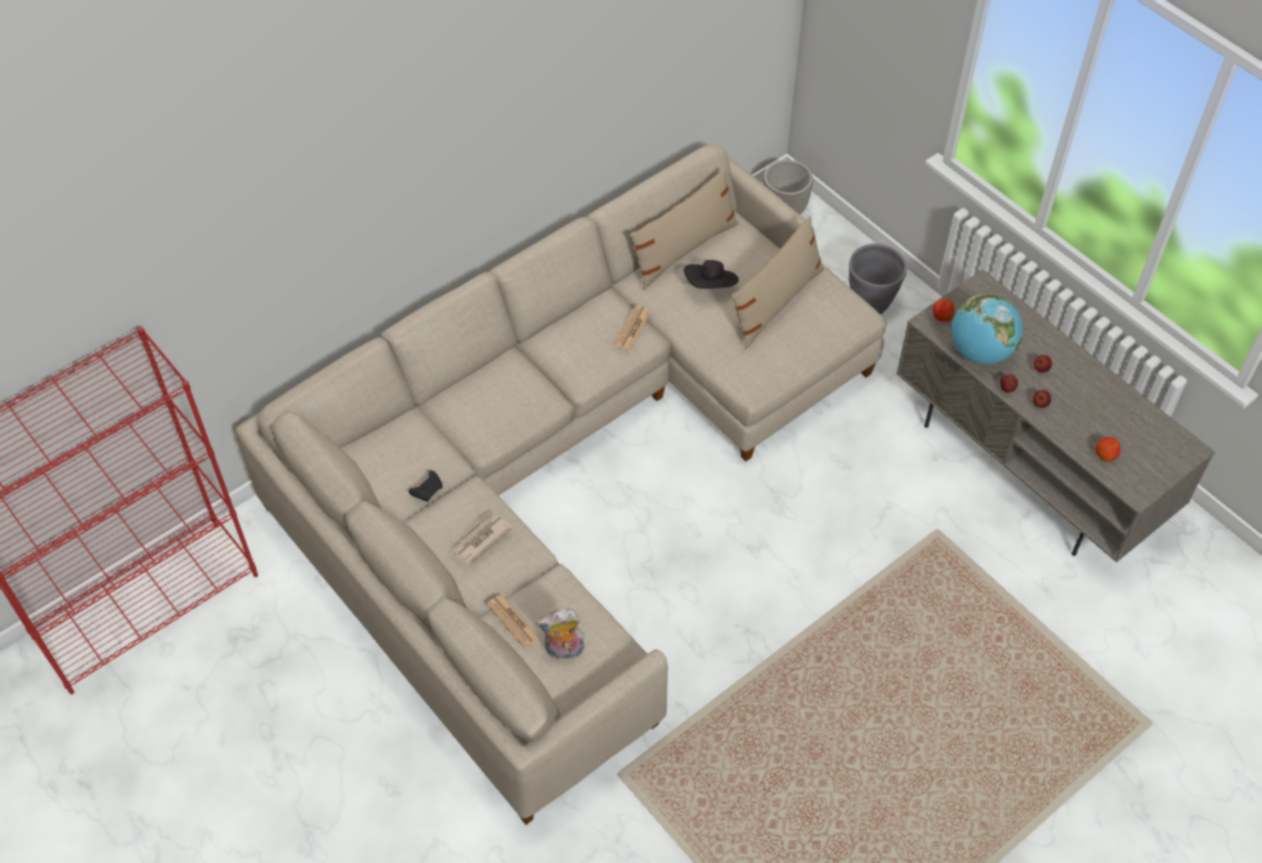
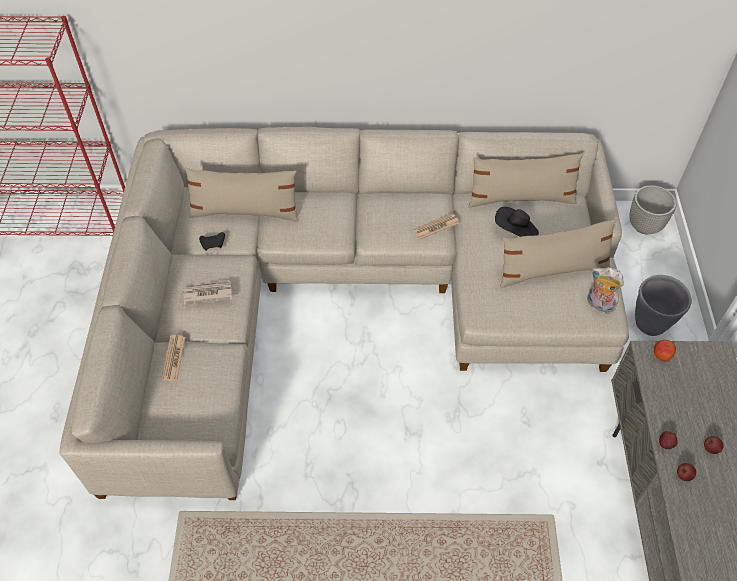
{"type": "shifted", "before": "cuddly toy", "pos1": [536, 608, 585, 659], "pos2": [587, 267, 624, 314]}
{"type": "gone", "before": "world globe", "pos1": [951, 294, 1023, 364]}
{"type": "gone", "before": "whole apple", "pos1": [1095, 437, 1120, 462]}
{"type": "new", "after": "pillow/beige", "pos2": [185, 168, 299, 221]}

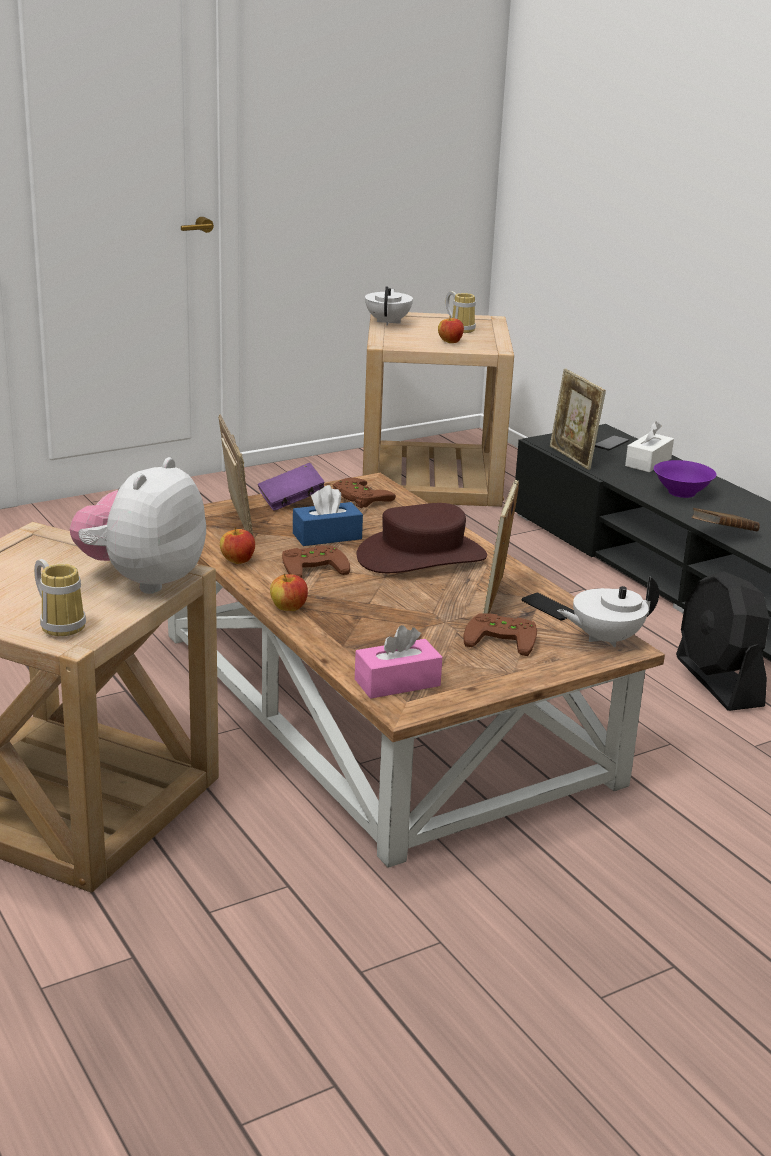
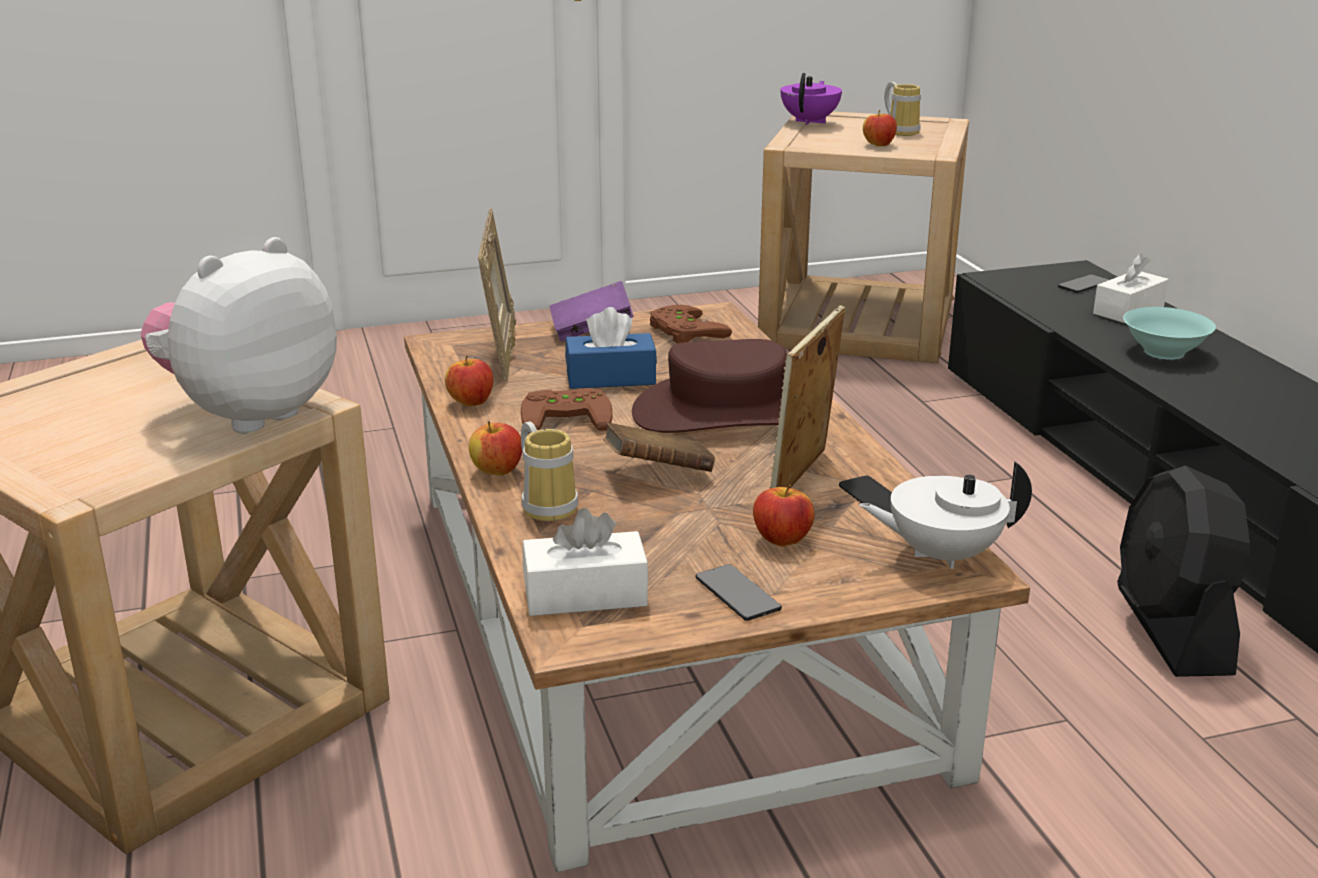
{"type": "shifted", "before": "tea mug", "pos1": [34, 559, 86, 636], "pos2": [521, 422, 578, 521]}
{"type": "repainted", "before": "box of tissues/pinkish", "after": "box of tissues/white-coloured", "pos1": [355, 625, 442, 699], "pos2": [522, 508, 649, 616]}
{"type": "repainted", "before": "tea pot/white-coloured", "after": "tea pot/purplish", "pos1": [365, 286, 413, 325], "pos2": [780, 73, 842, 125]}
{"type": "swapped", "before": "joypad/brownish", "after": "whole apple", "pos1": [463, 613, 537, 656], "pos2": [753, 485, 815, 546]}
{"type": "gone", "before": "standing frame", "pos1": [550, 369, 606, 470]}
{"type": "repainted", "before": "bowl/purplish", "after": "bowl/blue-green", "pos1": [654, 460, 716, 498], "pos2": [1123, 307, 1216, 360]}
{"type": "shifted", "before": "volume/brownish", "pos1": [692, 508, 760, 531], "pos2": [603, 422, 715, 472]}
{"type": "new", "after": "telephone", "pos2": [696, 564, 782, 621]}

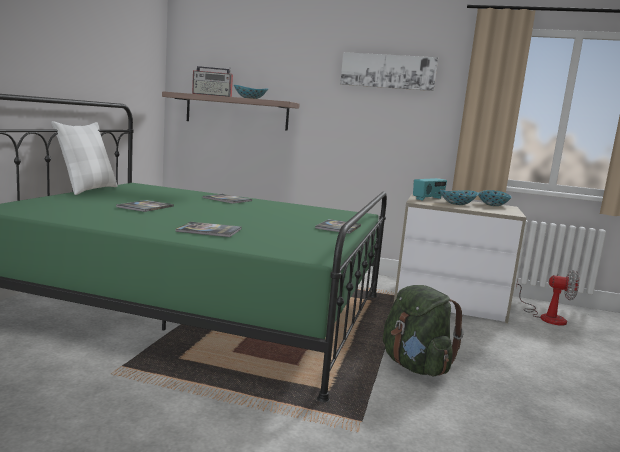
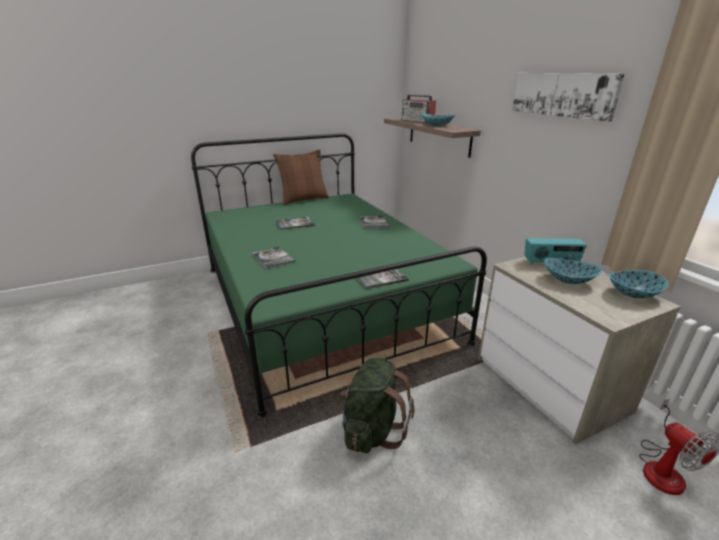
{"type": "repainted", "before": "pillow/white-coloured", "after": "pillow/brownish", "pos1": [51, 121, 118, 195], "pos2": [273, 149, 329, 205]}

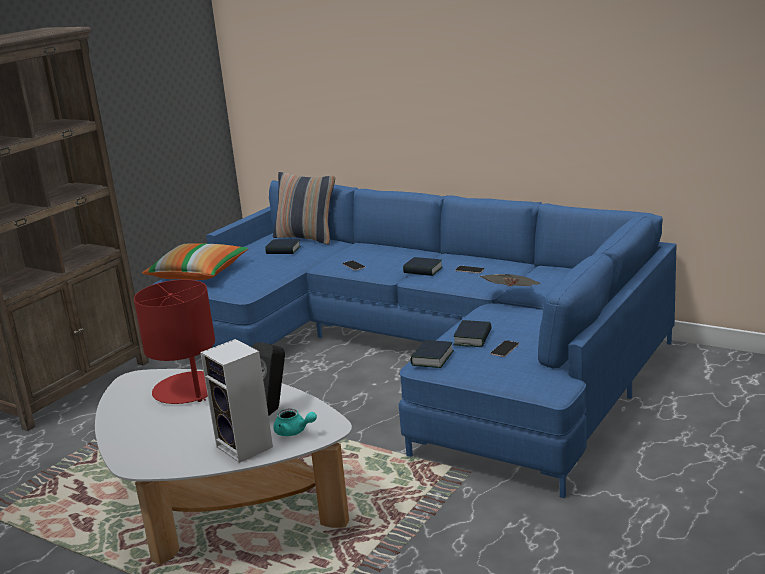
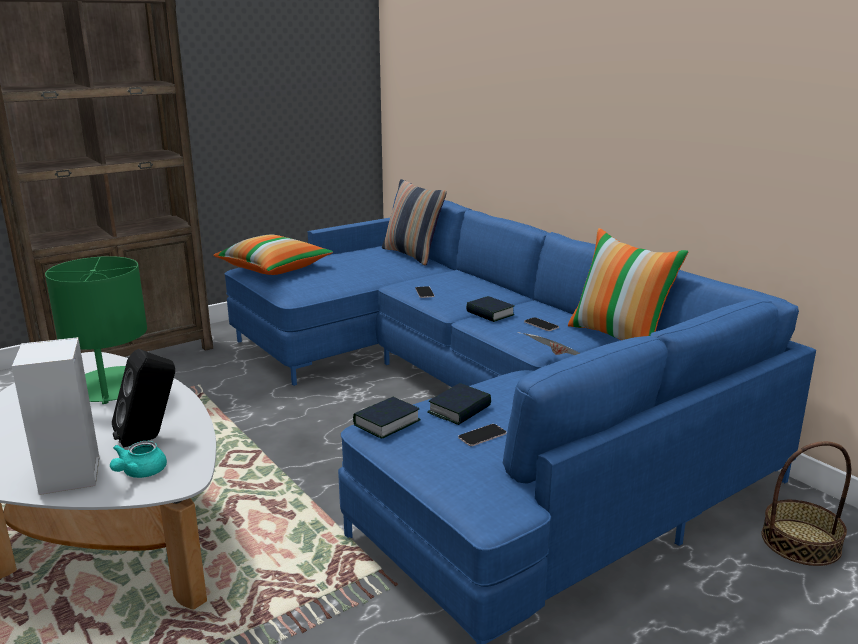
{"type": "repainted", "before": "table lamp/reddish", "after": "table lamp/green-coloured", "pos1": [134, 279, 215, 404], "pos2": [45, 256, 147, 404]}
{"type": "gone", "before": "volume", "pos1": [265, 239, 301, 254]}
{"type": "rotated", "before": "tea pot/blue-green", "pos1": [273, 408, 317, 436], "pos2": [110, 441, 167, 478], "turn": 60}
{"type": "new", "after": "pillow", "pos2": [568, 228, 688, 340]}
{"type": "new", "after": "storage basket", "pos2": [762, 441, 851, 566]}

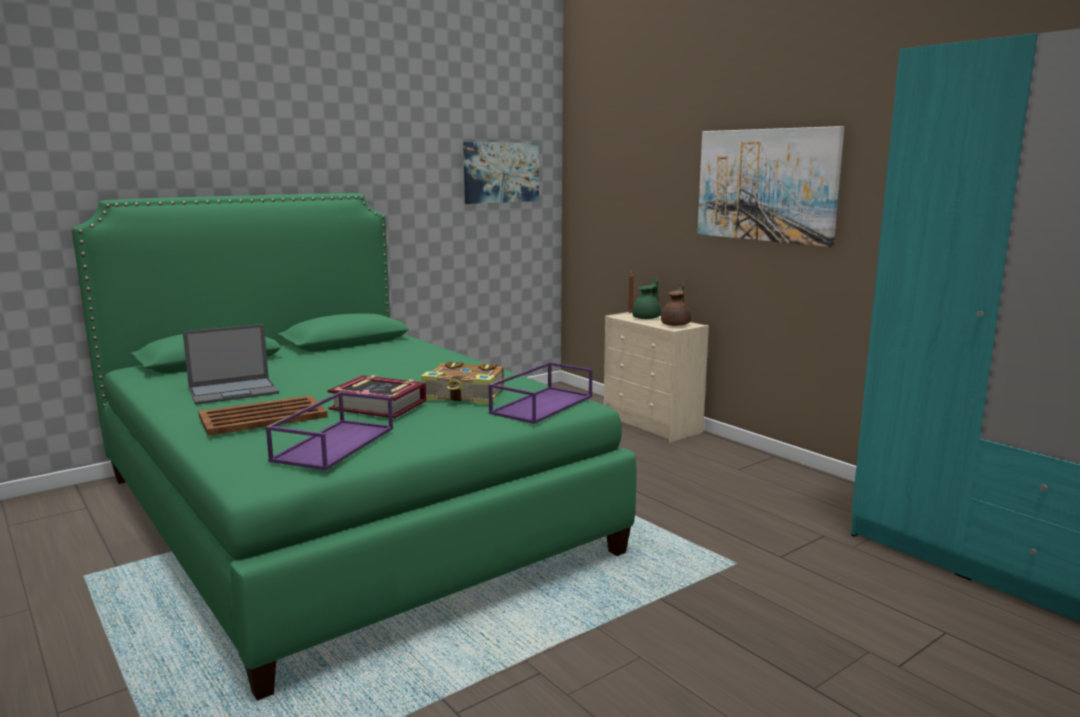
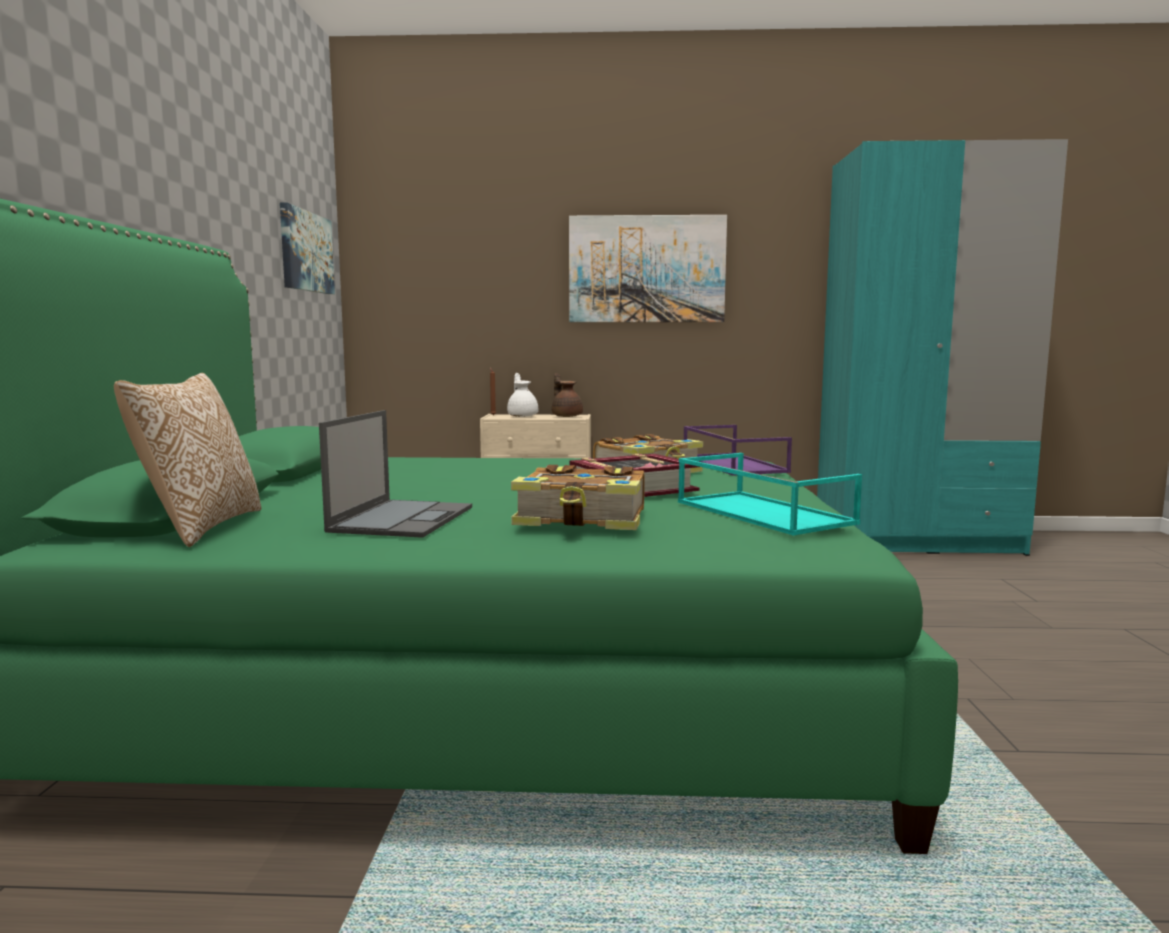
{"type": "swapped", "before": "tray/brownish", "after": "volume", "pos1": [198, 395, 328, 436], "pos2": [511, 465, 645, 530]}
{"type": "repainted", "before": "tray/purplish", "after": "tray/blue-green", "pos1": [266, 391, 393, 471], "pos2": [678, 453, 862, 536]}
{"type": "repainted", "before": "tea pot/green-coloured", "after": "tea pot/white-coloured", "pos1": [632, 277, 661, 319], "pos2": [507, 373, 538, 417]}
{"type": "new", "after": "pillow", "pos2": [114, 373, 261, 547]}

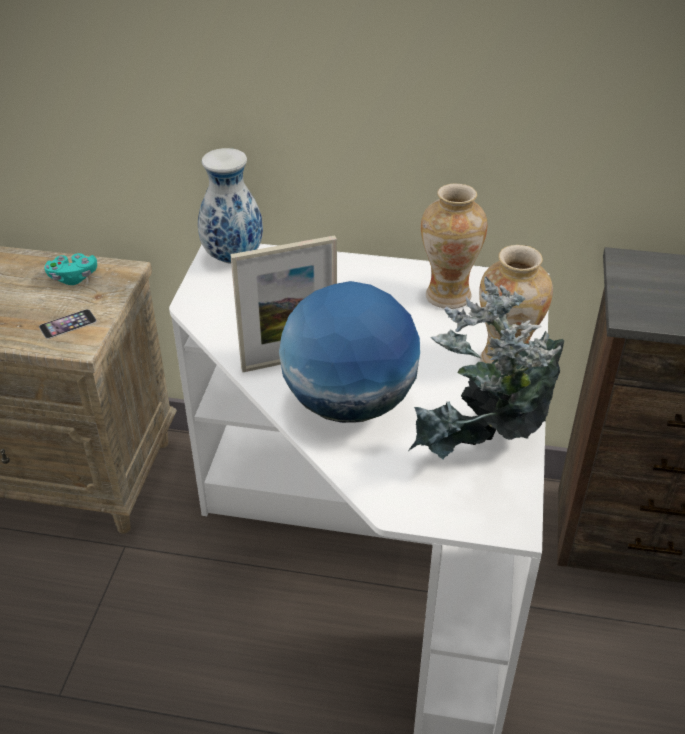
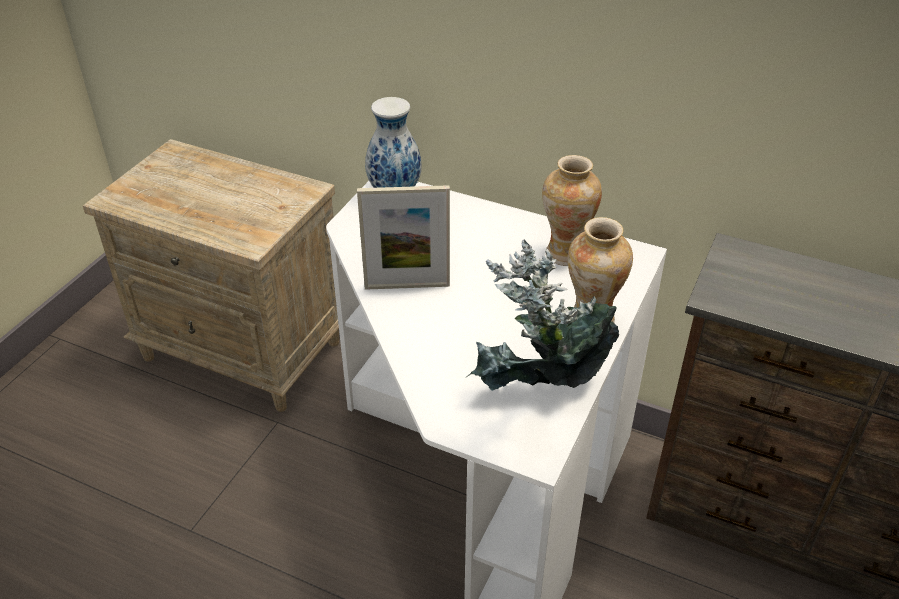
{"type": "gone", "before": "telephone", "pos1": [39, 309, 97, 339]}
{"type": "gone", "before": "joypad/blue-green", "pos1": [44, 253, 97, 285]}
{"type": "gone", "before": "world globe", "pos1": [279, 281, 420, 423]}

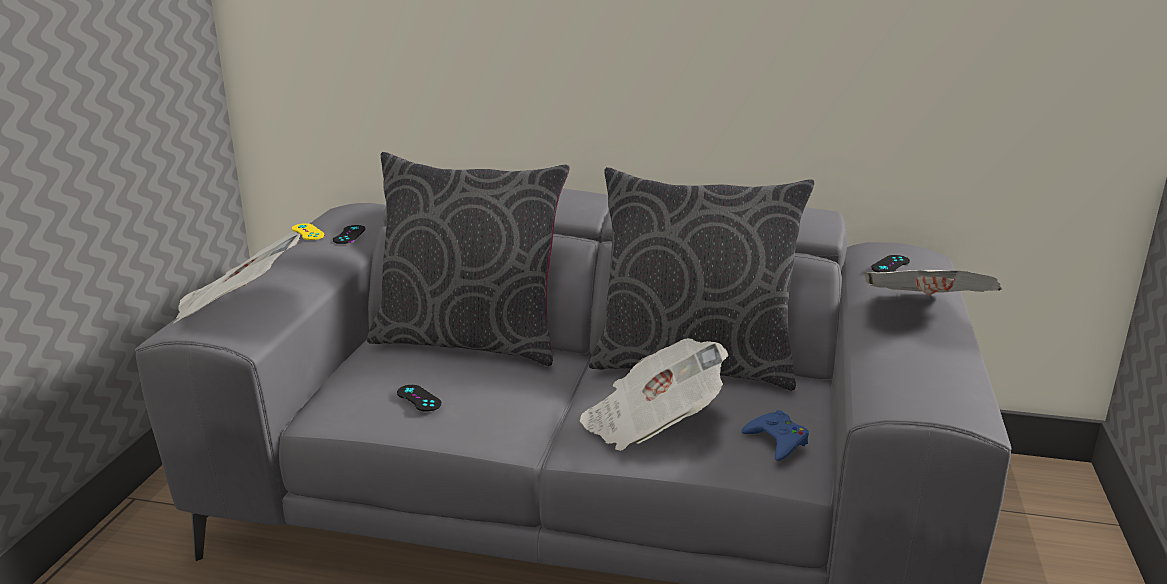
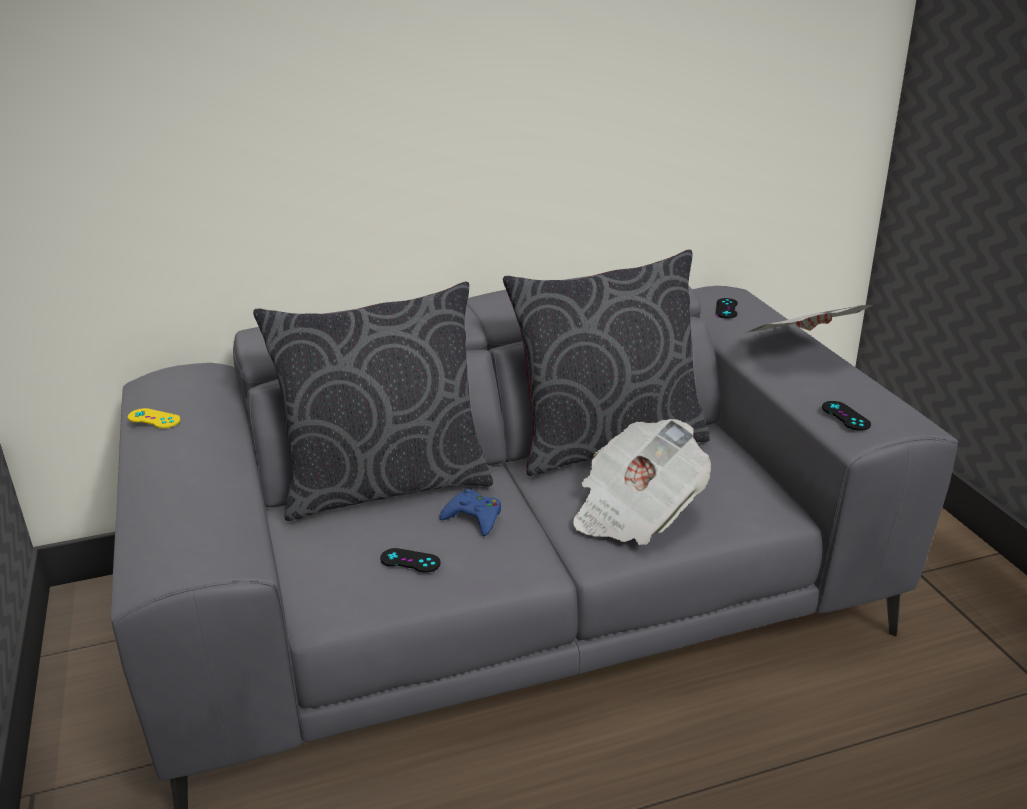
{"type": "gone", "before": "daily paper", "pos1": [173, 232, 300, 323]}
{"type": "shifted", "before": "joypad/blackish", "pos1": [333, 225, 365, 244], "pos2": [822, 401, 871, 431]}
{"type": "shifted", "before": "joypad/blue-coloured", "pos1": [742, 410, 809, 461], "pos2": [439, 489, 501, 536]}

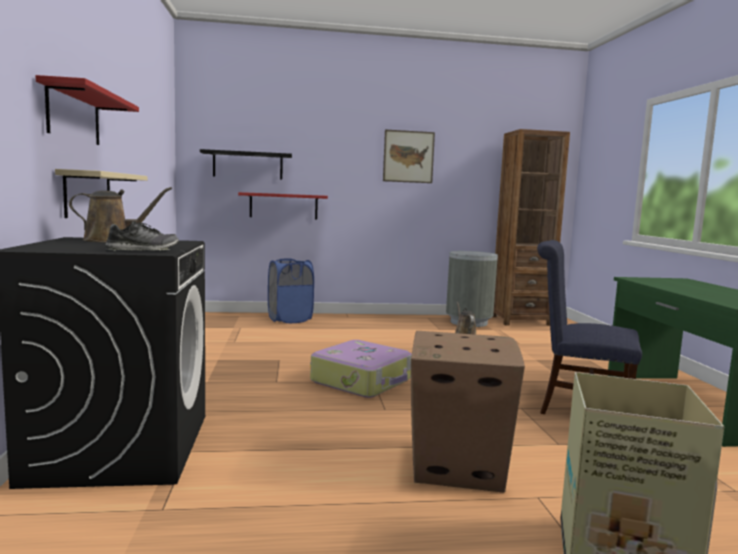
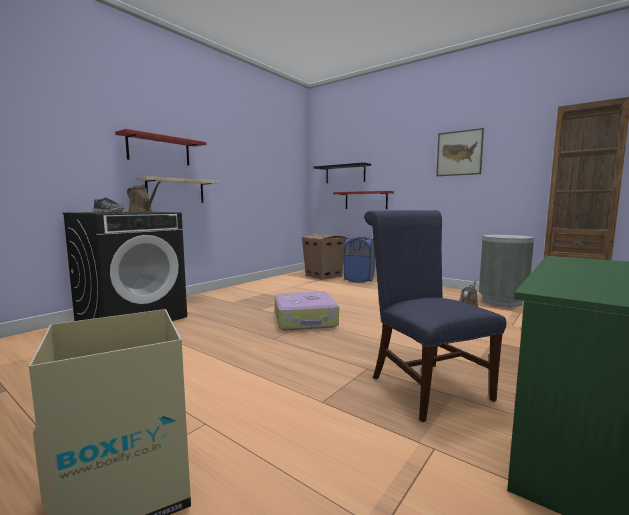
{"type": "shifted", "before": "carton", "pos1": [411, 331, 525, 493], "pos2": [302, 234, 346, 280]}

